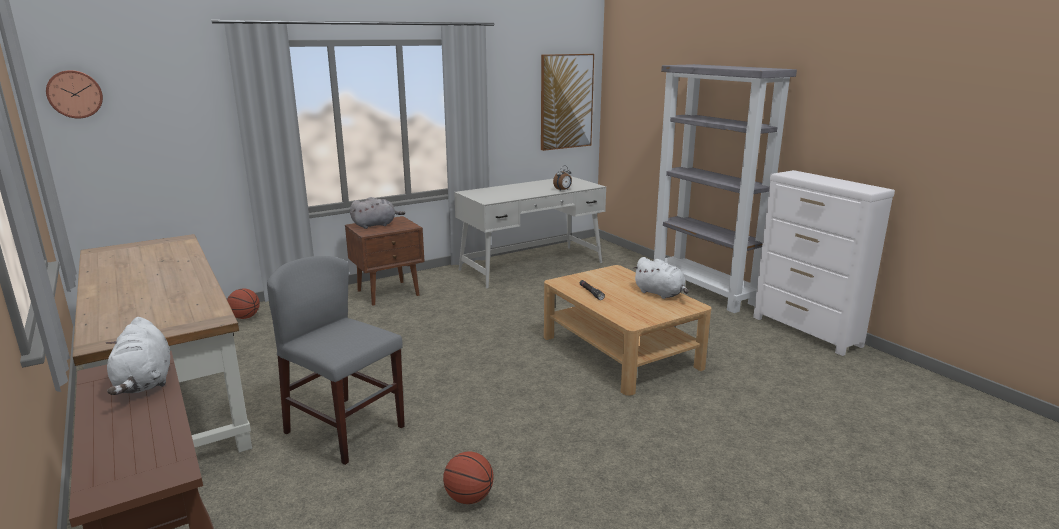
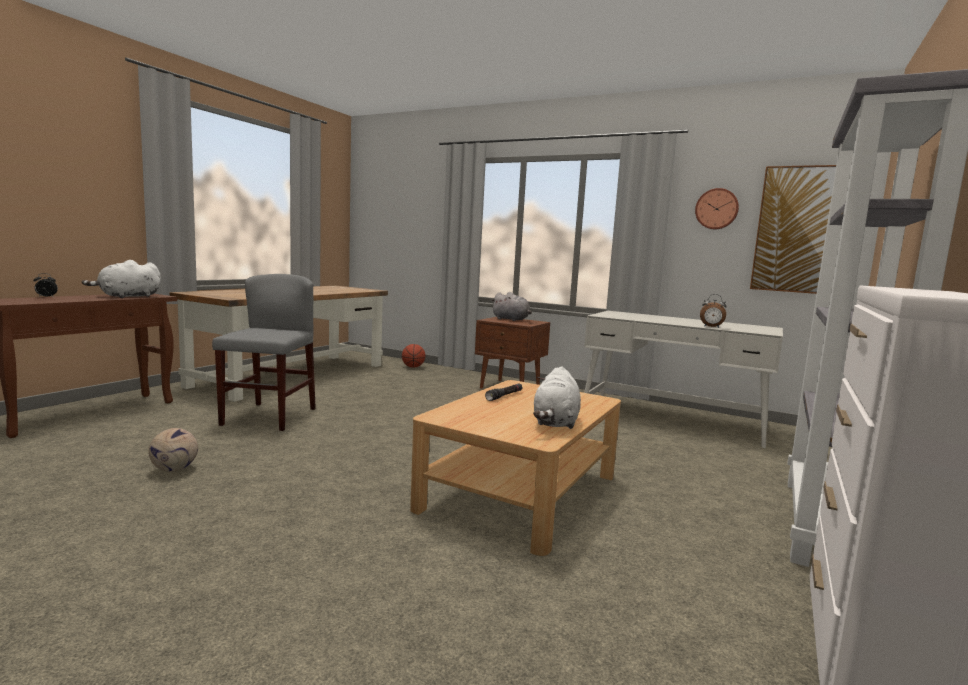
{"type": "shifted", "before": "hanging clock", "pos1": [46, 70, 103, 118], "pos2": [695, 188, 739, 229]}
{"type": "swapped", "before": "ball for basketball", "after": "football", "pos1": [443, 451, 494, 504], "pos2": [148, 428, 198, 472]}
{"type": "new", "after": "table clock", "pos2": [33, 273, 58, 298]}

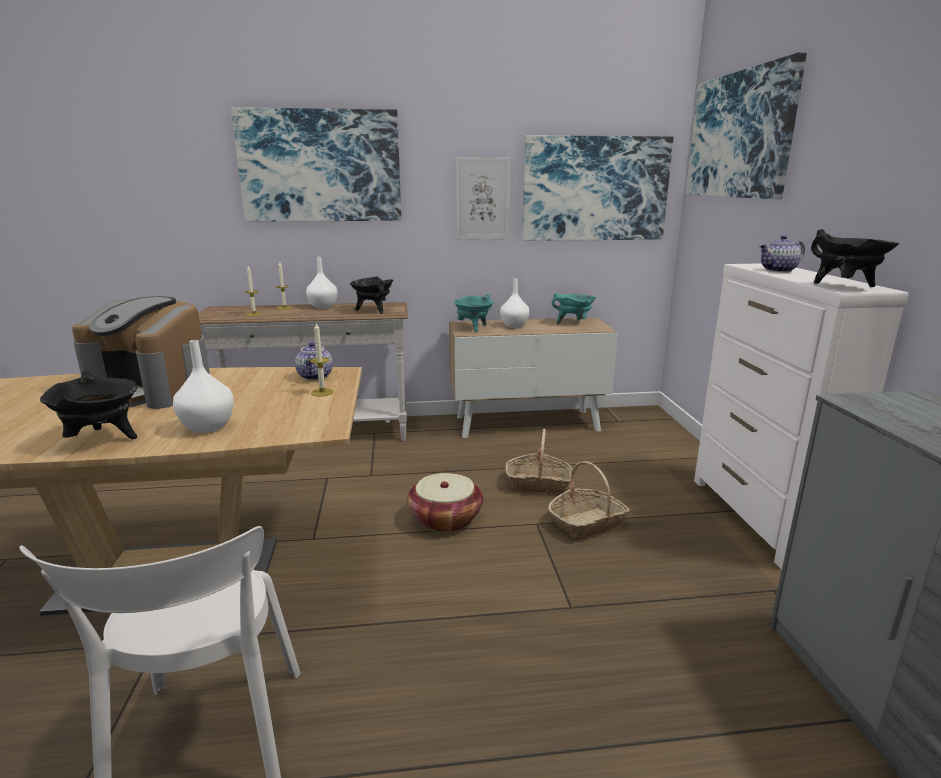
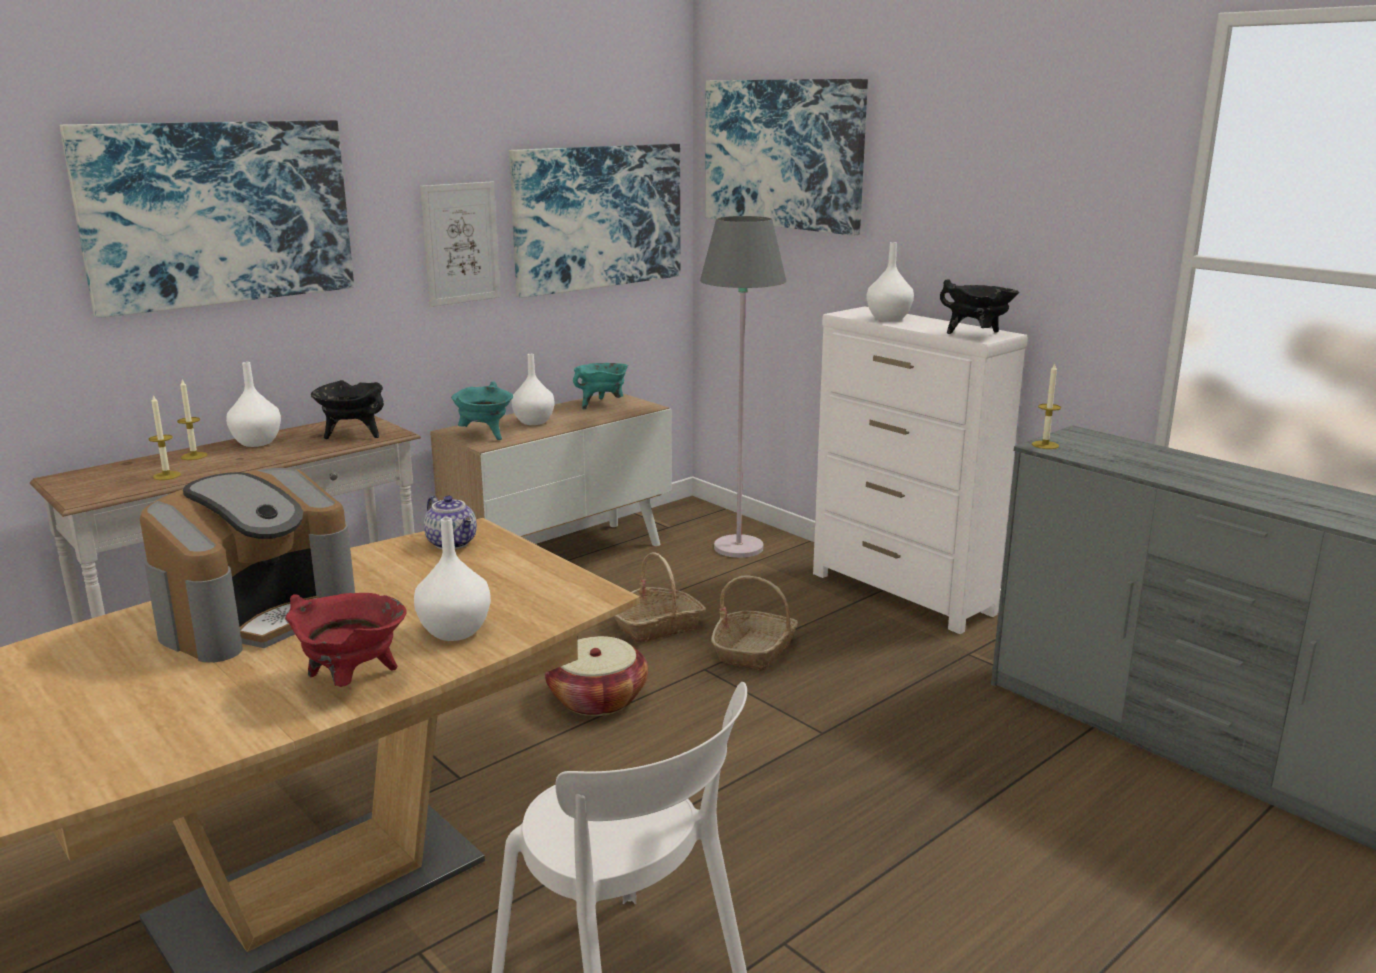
{"type": "repainted", "before": "cooking pot/blackish", "after": "cooking pot/reddish", "pos1": [40, 370, 137, 439], "pos2": [285, 593, 407, 687]}
{"type": "rotated", "before": "coffee brewer", "pos1": [72, 296, 210, 409], "pos2": [140, 468, 355, 663], "turn": -45}
{"type": "shifted", "before": "wax light", "pos1": [310, 323, 334, 397], "pos2": [1032, 363, 1061, 449]}
{"type": "swapped", "before": "tea pot", "after": "vase/white-coloured", "pos1": [759, 235, 805, 272], "pos2": [867, 242, 914, 321]}
{"type": "new", "after": "floor lamp/grey", "pos2": [700, 216, 786, 558]}

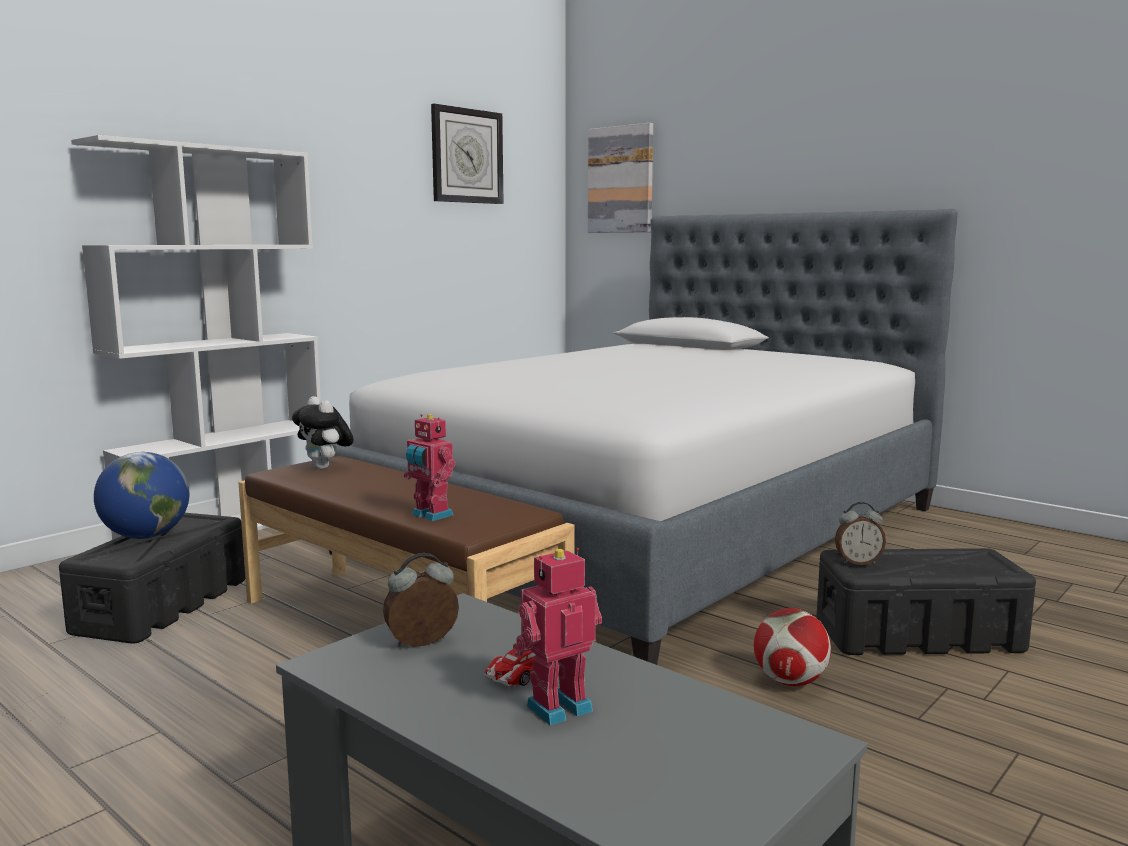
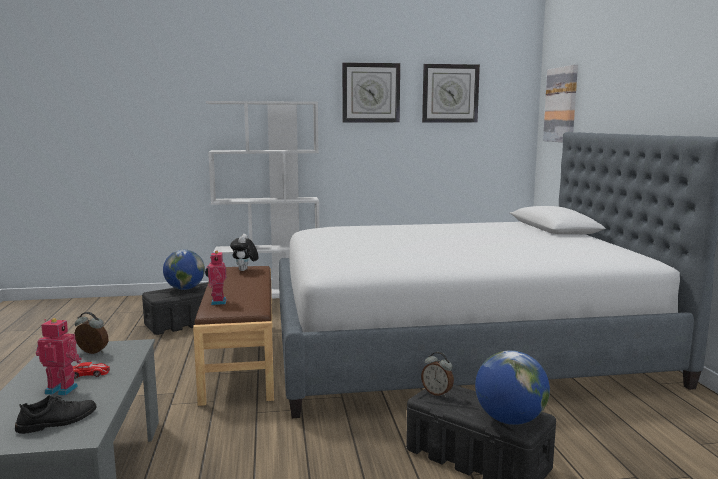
{"type": "gone", "before": "football", "pos1": [754, 608, 831, 686]}
{"type": "new", "after": "shoe/blackish", "pos2": [15, 395, 97, 434]}
{"type": "new", "after": "hanging clock", "pos2": [342, 62, 400, 123]}
{"type": "new", "after": "world globe", "pos2": [475, 350, 550, 425]}

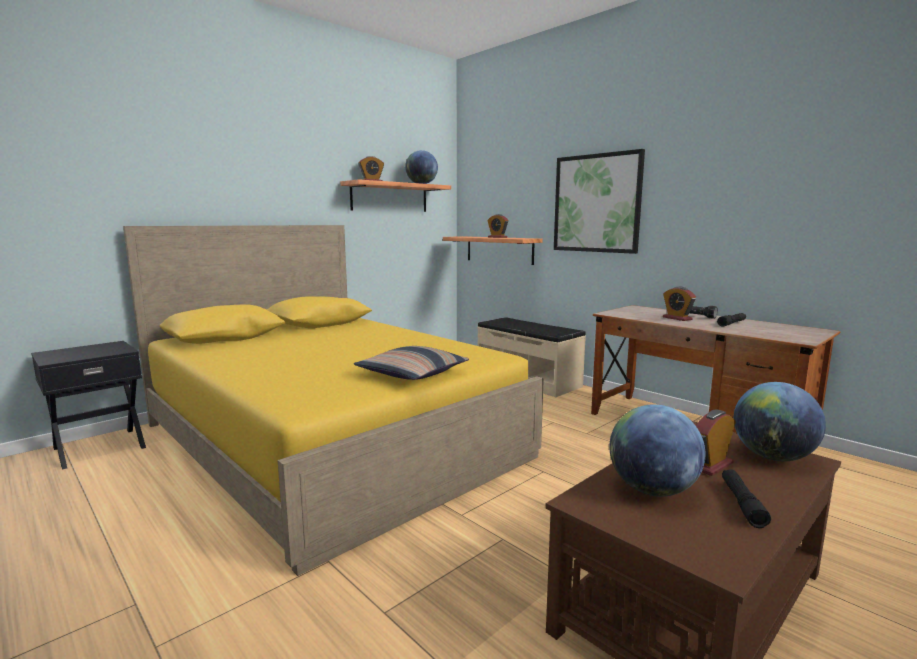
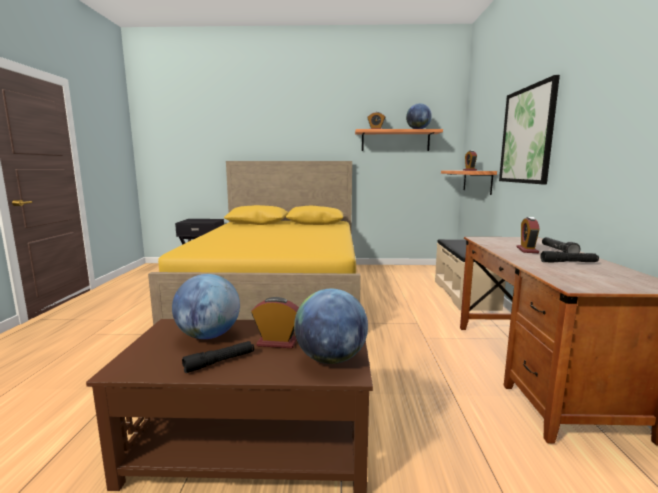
{"type": "gone", "before": "pillow", "pos1": [354, 346, 469, 380]}

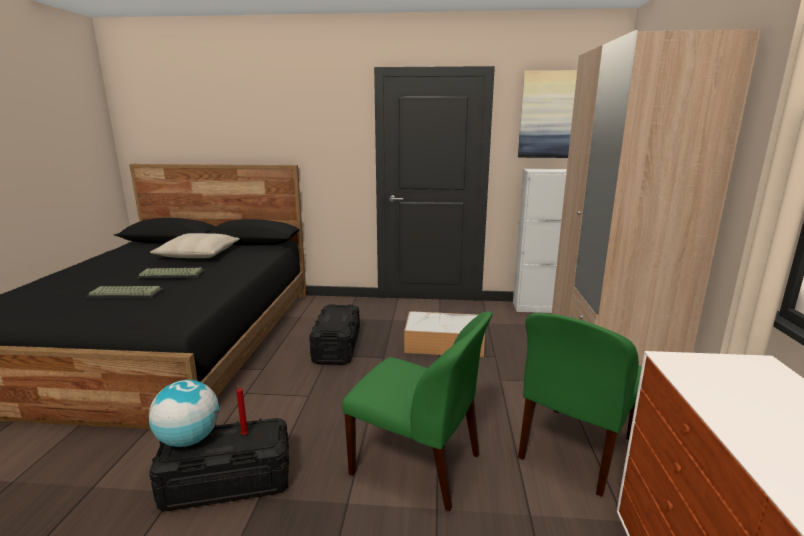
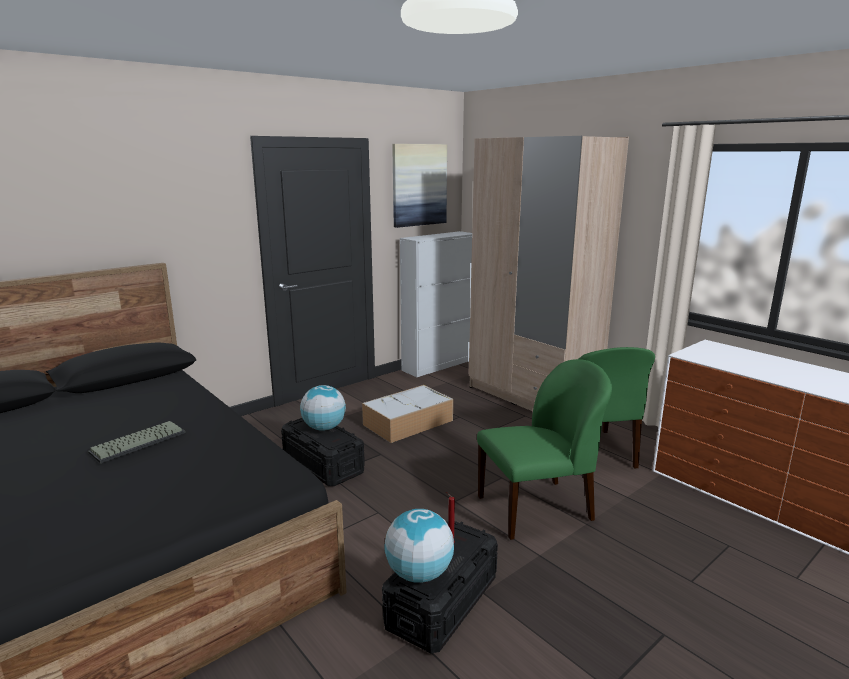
{"type": "gone", "before": "keyboard", "pos1": [87, 286, 163, 298]}
{"type": "gone", "before": "pillow/beige", "pos1": [150, 233, 240, 258]}
{"type": "new", "after": "world globe", "pos2": [300, 385, 346, 431]}

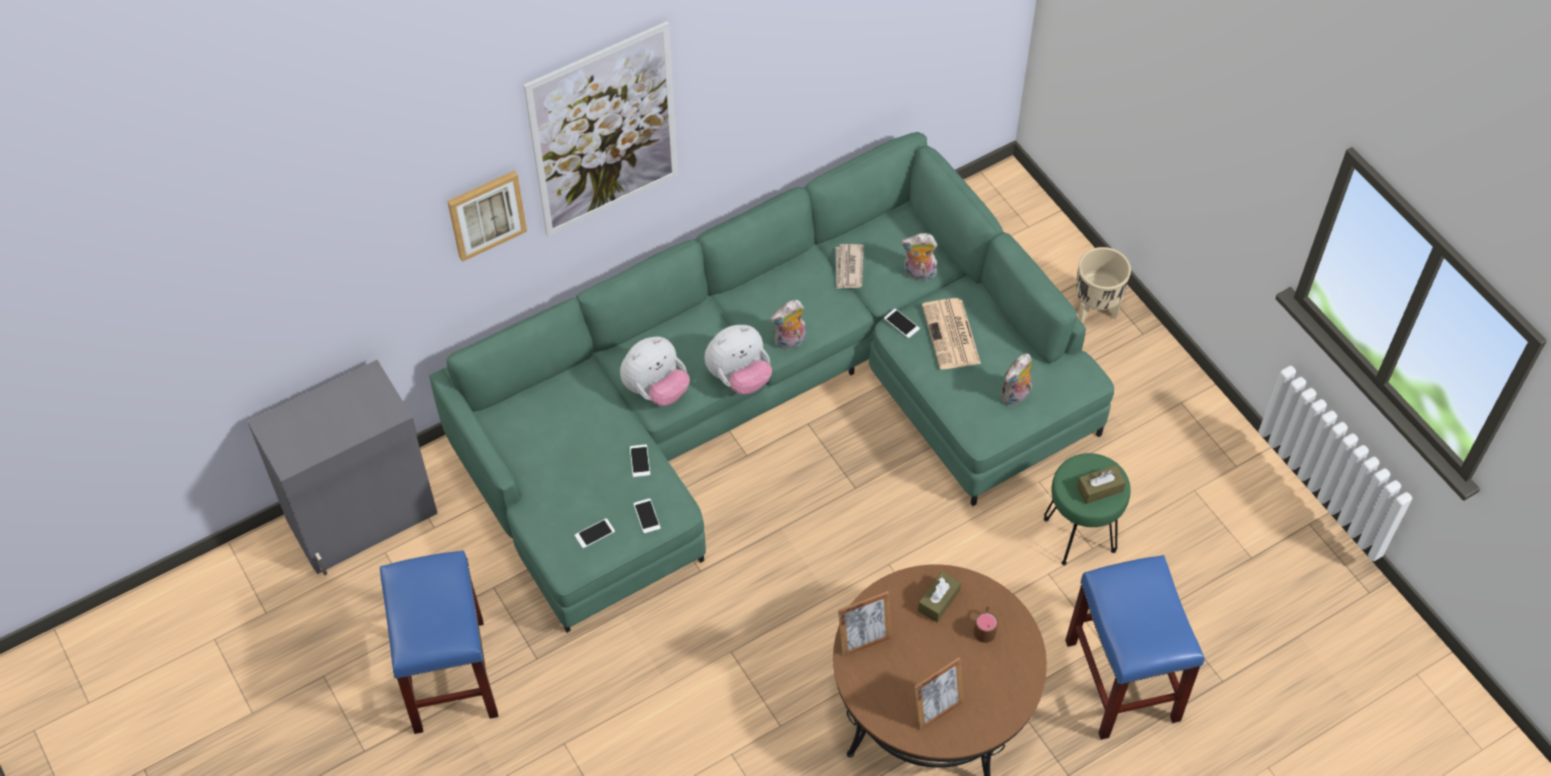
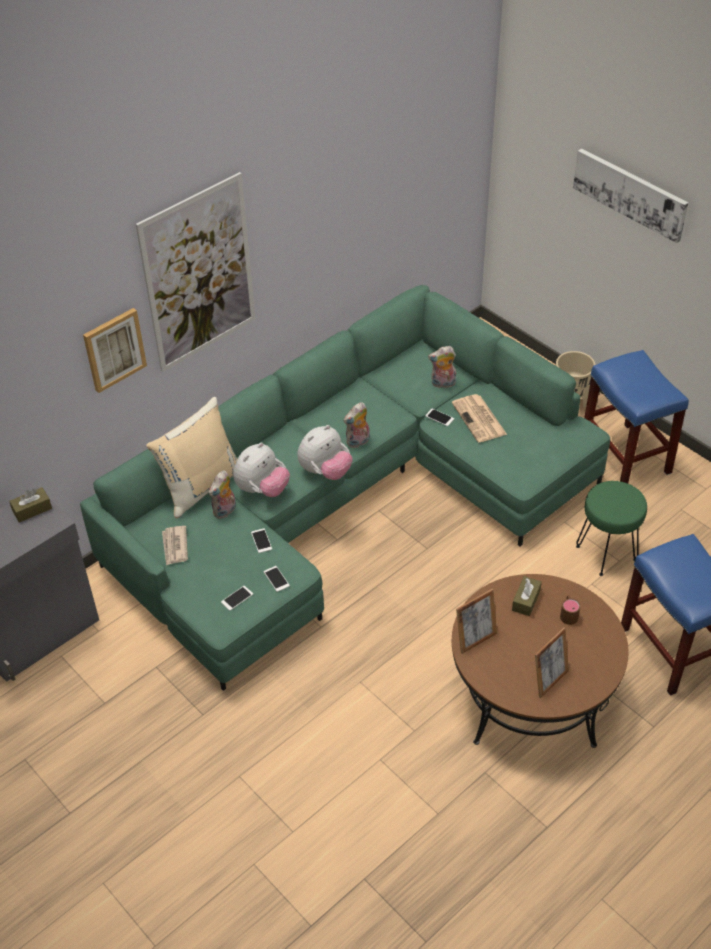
{"type": "shifted", "before": "stool seat/blue-coloured", "pos1": [380, 550, 498, 734], "pos2": [584, 350, 689, 483]}
{"type": "shifted", "before": "daily paper", "pos1": [835, 244, 864, 289], "pos2": [162, 526, 188, 565]}
{"type": "shifted", "before": "cuddly toy", "pos1": [1001, 354, 1032, 406], "pos2": [209, 471, 236, 519]}
{"type": "shifted", "before": "box of tissues/brownish", "pos1": [1077, 465, 1126, 504], "pos2": [9, 487, 52, 523]}
{"type": "new", "after": "pillow/beige", "pos2": [146, 397, 238, 518]}
{"type": "new", "after": "wall art", "pos2": [573, 149, 688, 243]}

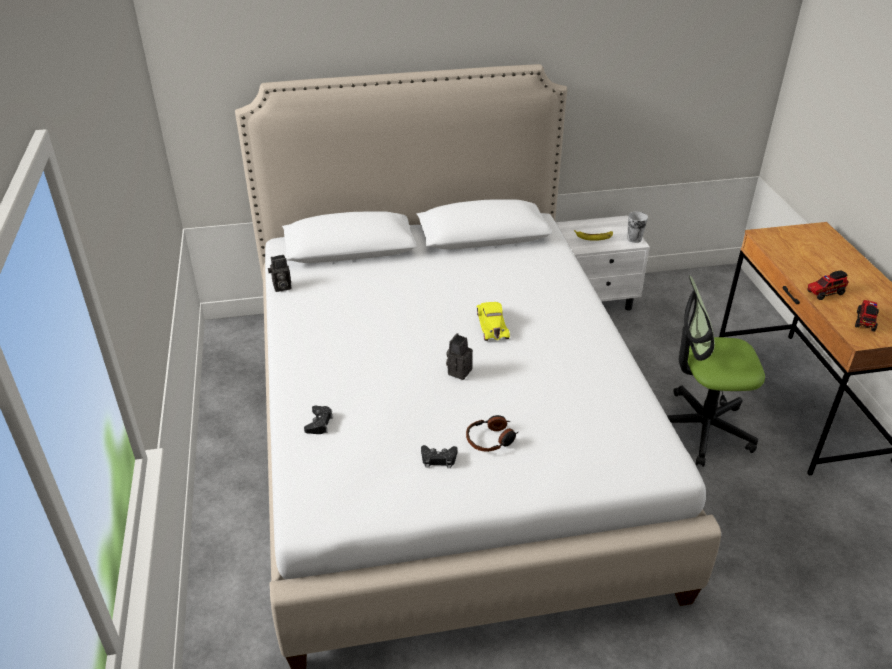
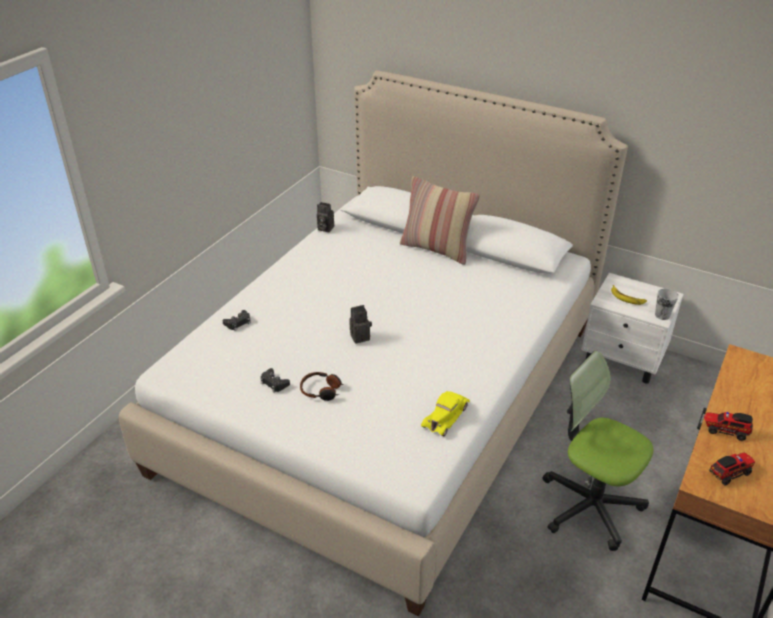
{"type": "shifted", "before": "model car/yellow-coloured", "pos1": [476, 302, 510, 341], "pos2": [421, 391, 470, 436]}
{"type": "new", "after": "pillow", "pos2": [400, 176, 480, 265]}

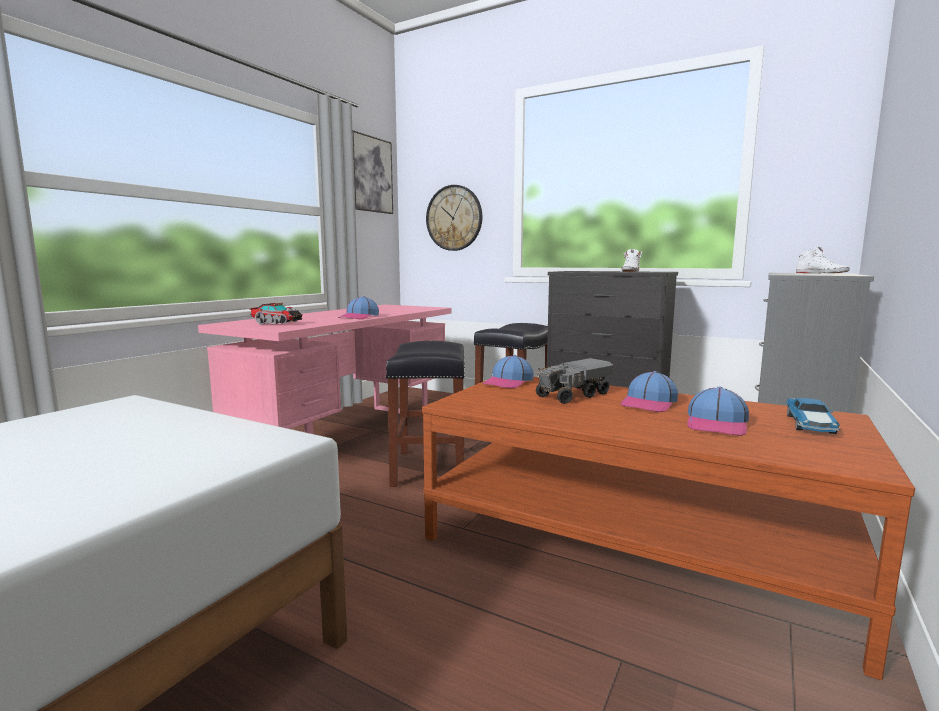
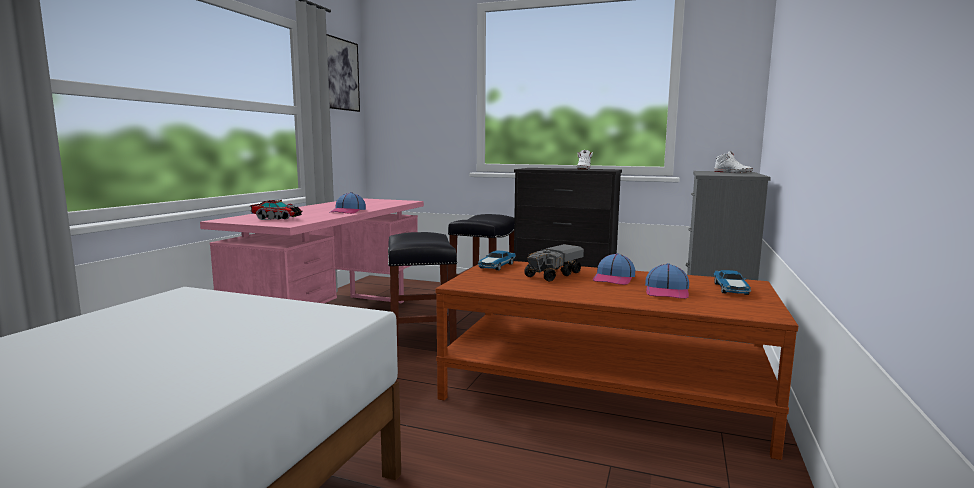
{"type": "gone", "before": "hanging clock", "pos1": [426, 185, 482, 251]}
{"type": "swapped", "before": "baseball cap", "after": "model car", "pos1": [483, 355, 534, 388], "pos2": [478, 251, 516, 270]}

